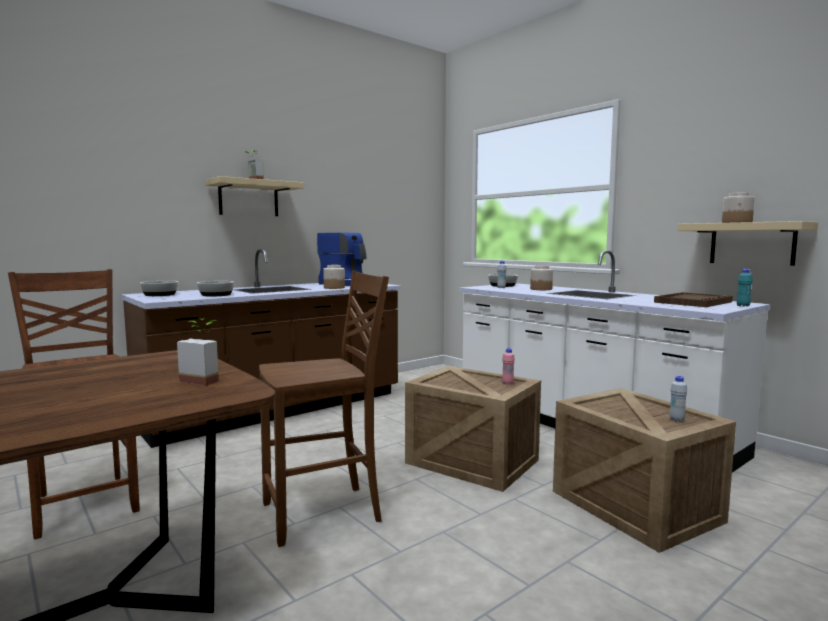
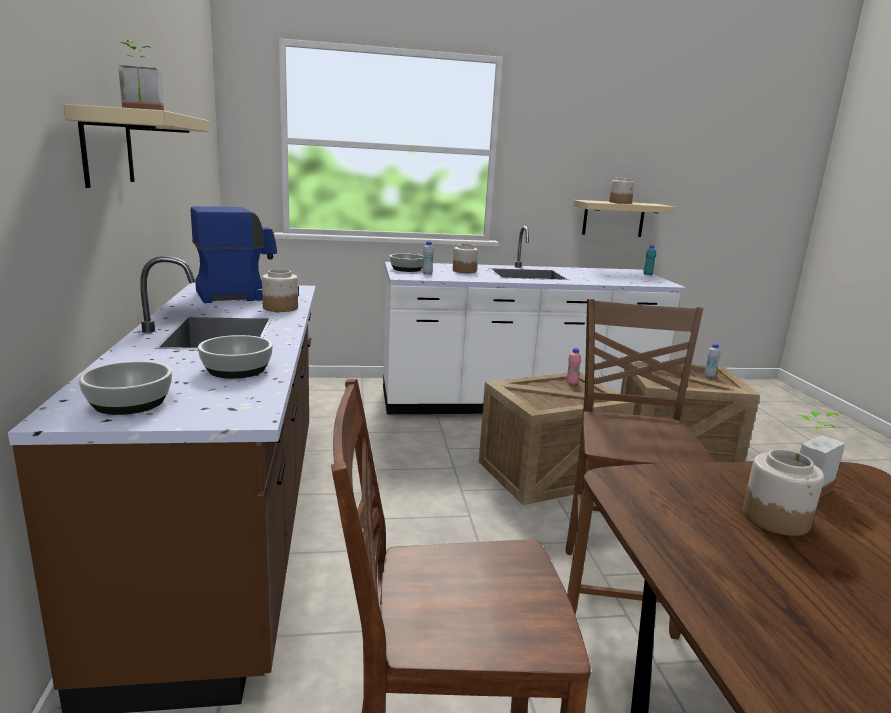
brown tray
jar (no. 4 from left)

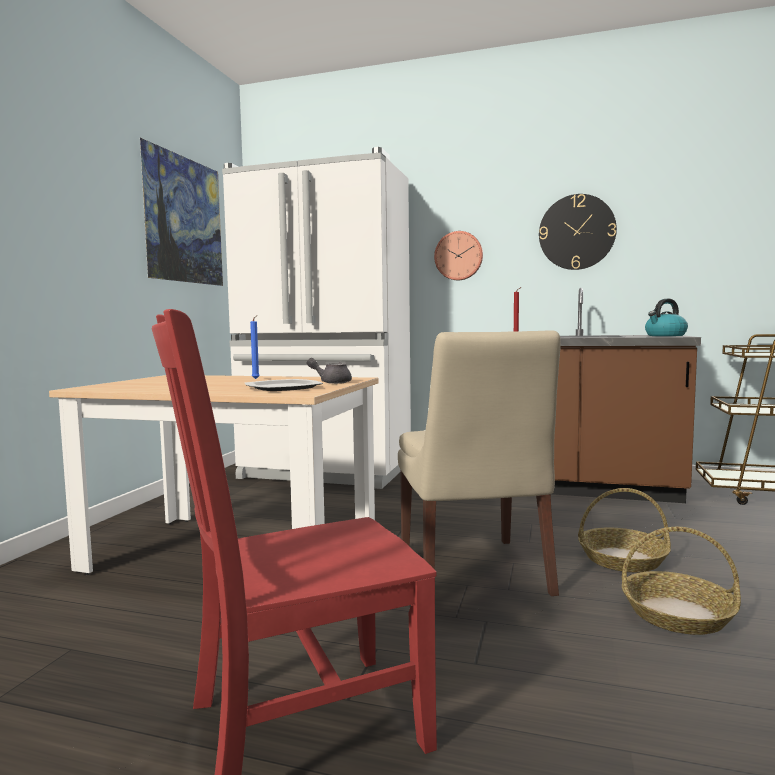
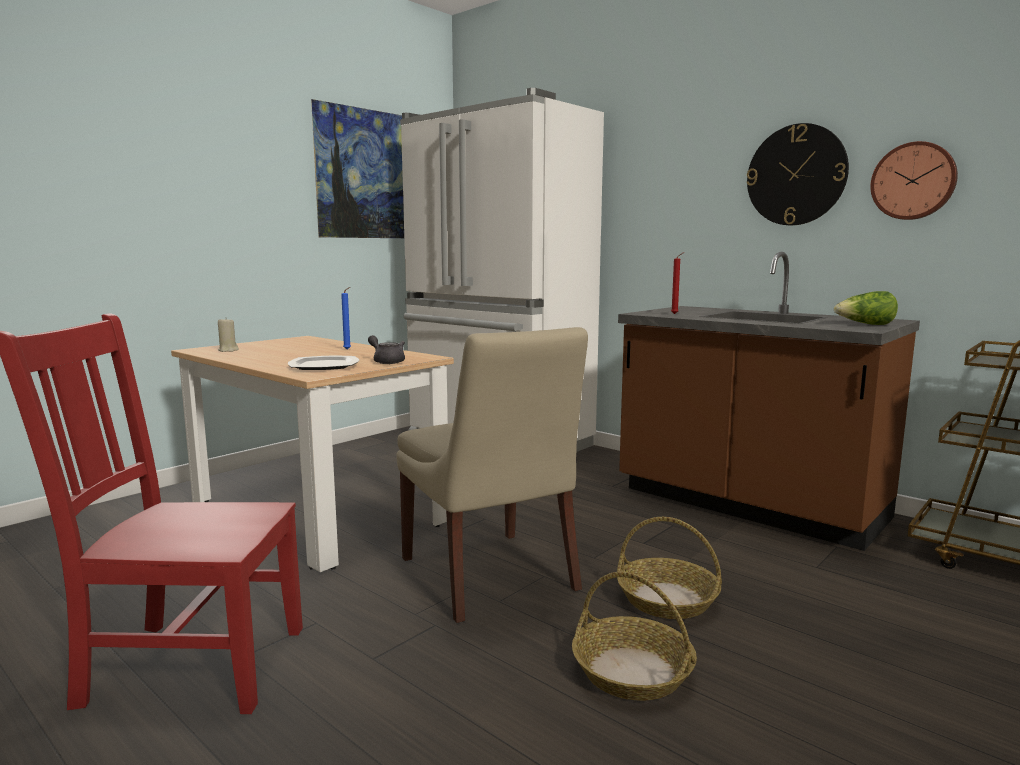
wall clock (no. 2 from left)
lettuce
beige chair
beige candle

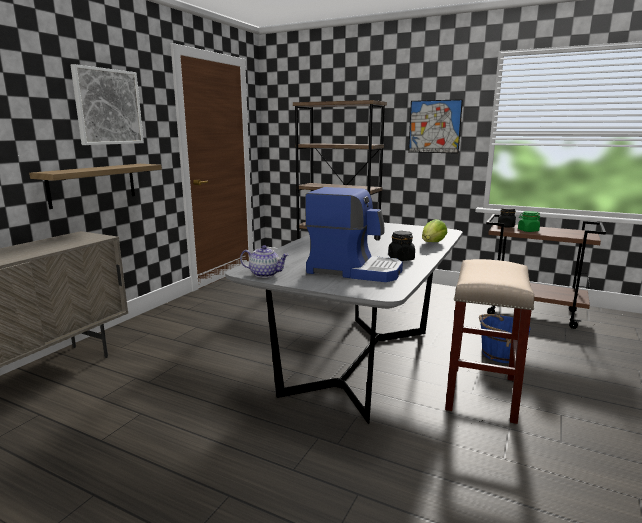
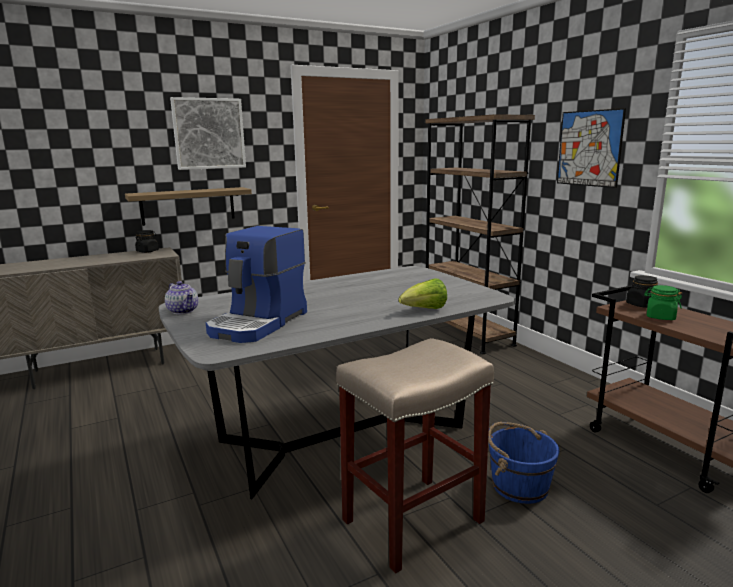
coffee machine
black jar (no. 1 from left)

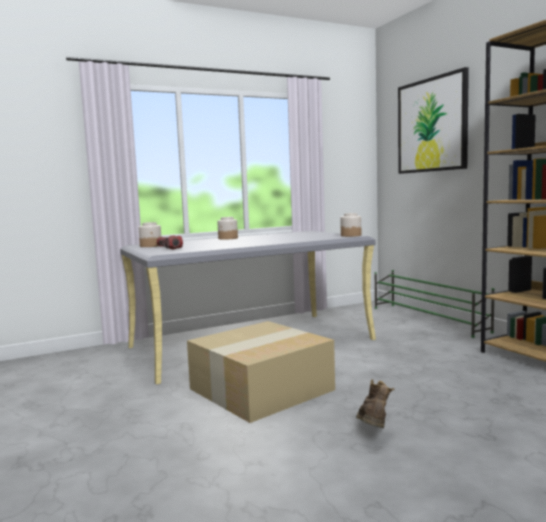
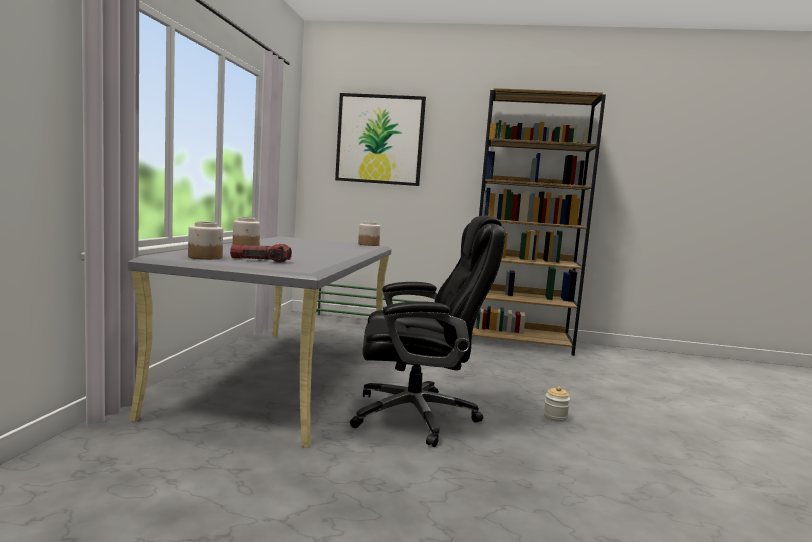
black office chair
jar (no. 4 from left)

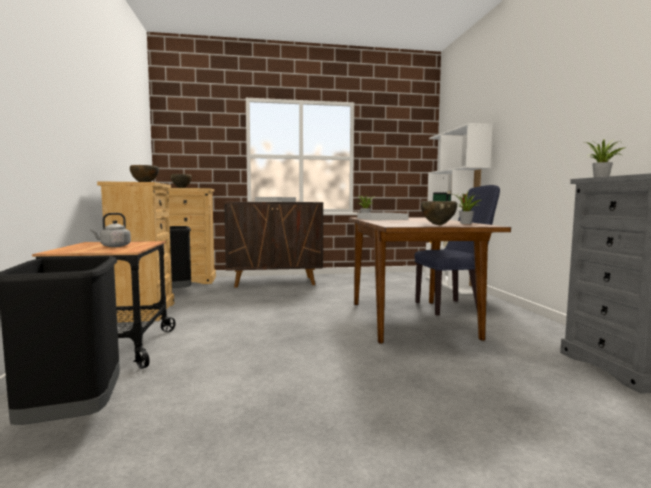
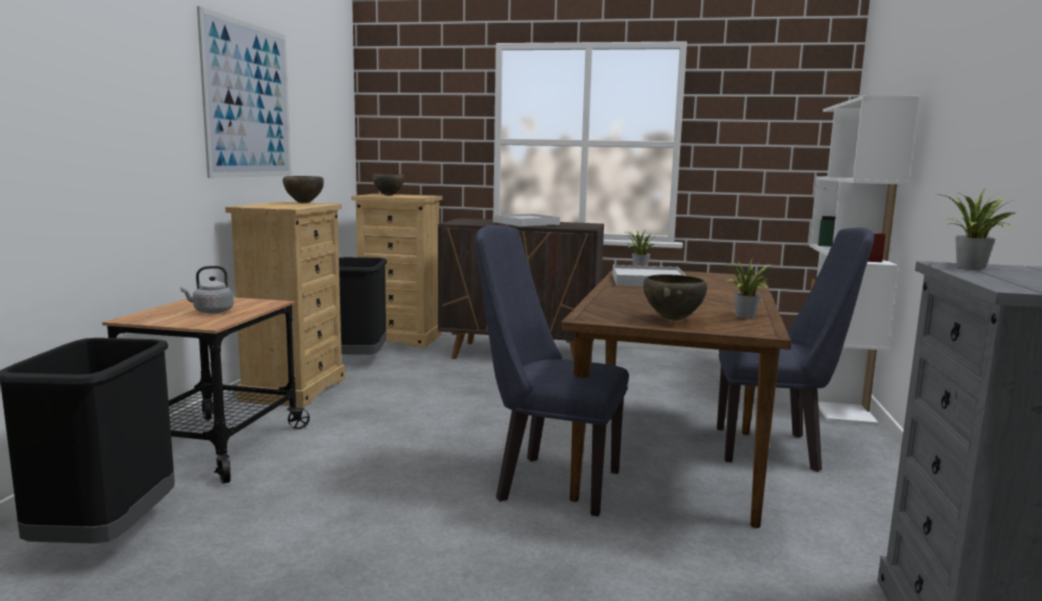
picture
blue chair (no. 1 from left)

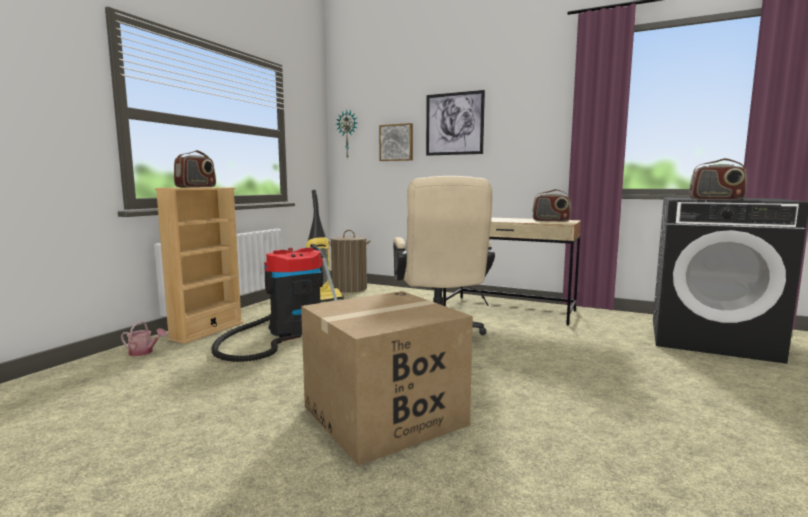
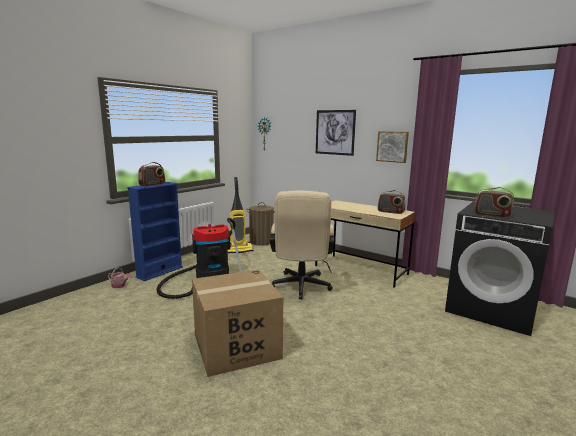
picture (no. 2 from left)
blue bookcase

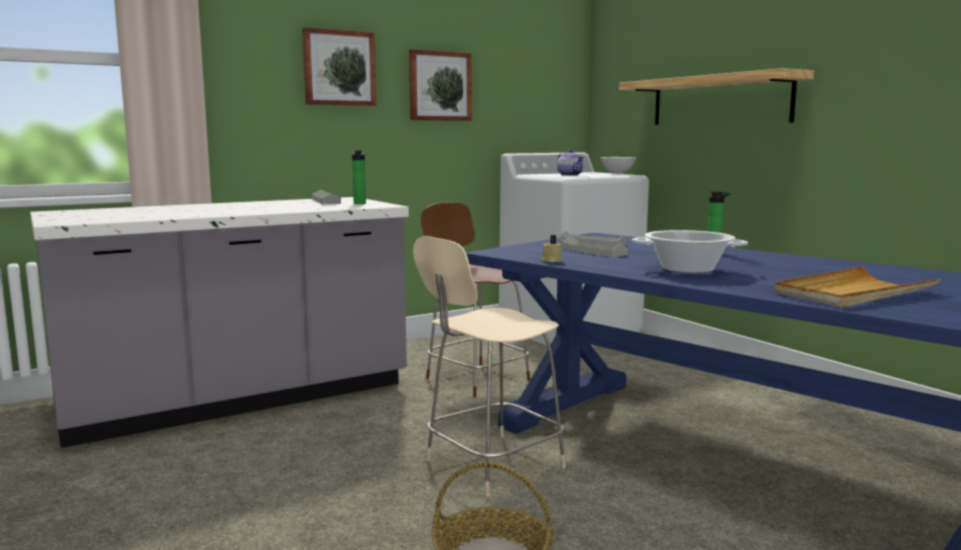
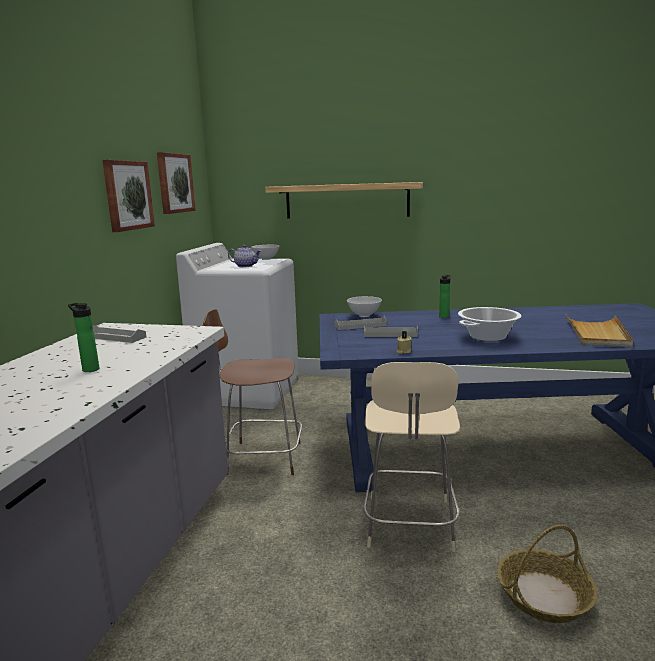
picture (no. 2 from left)
bottle (no. 1 from left)
white bowl (no. 2 from left)

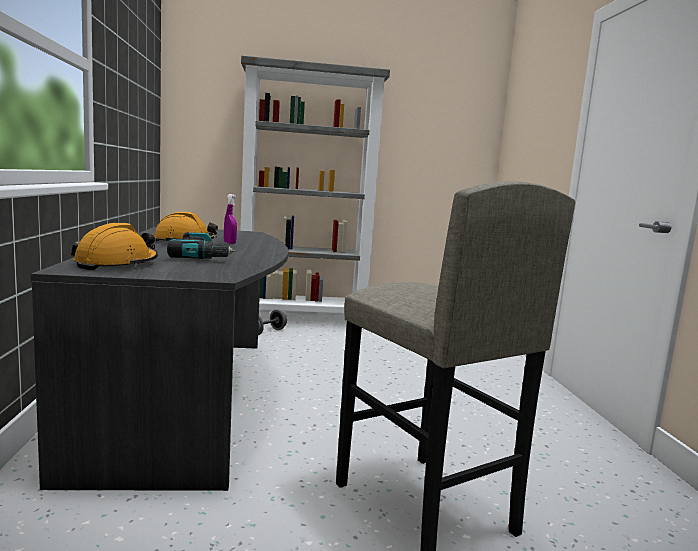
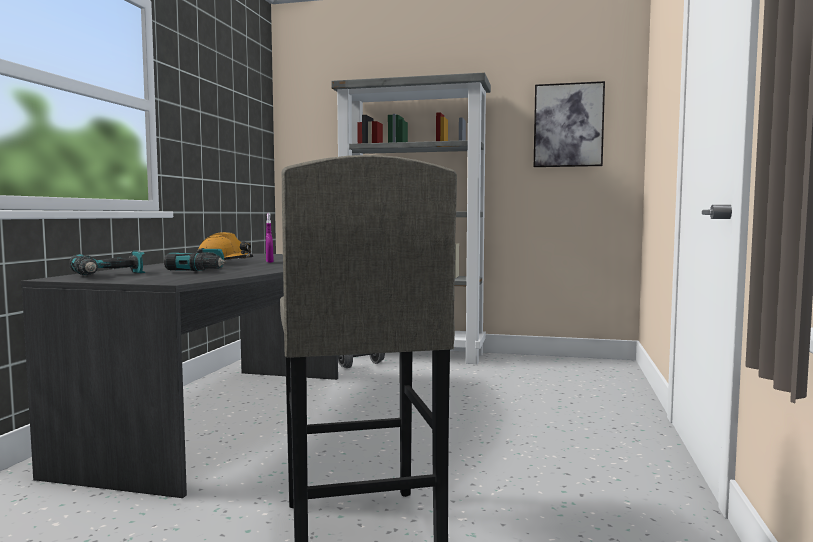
power drill (no. 1 from left)
picture

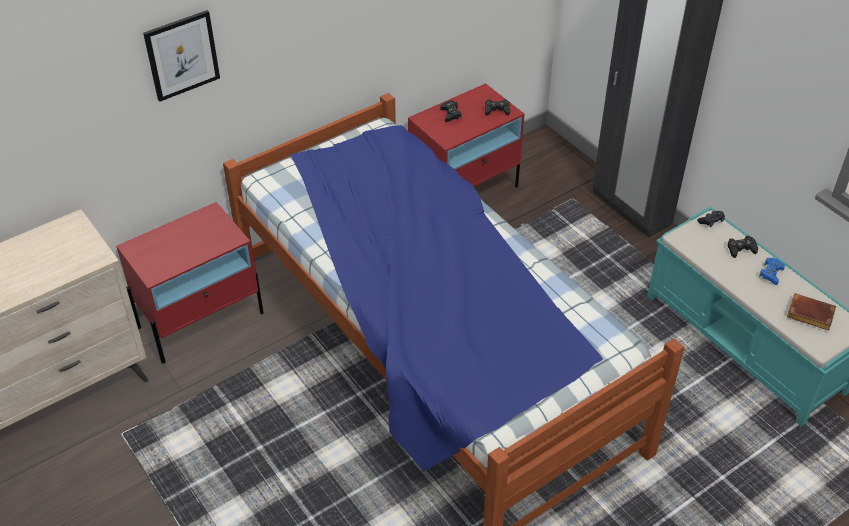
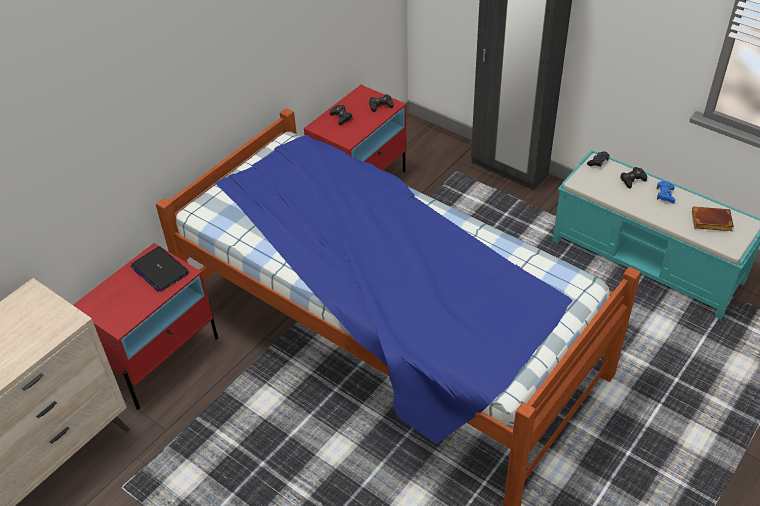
picture
laptop

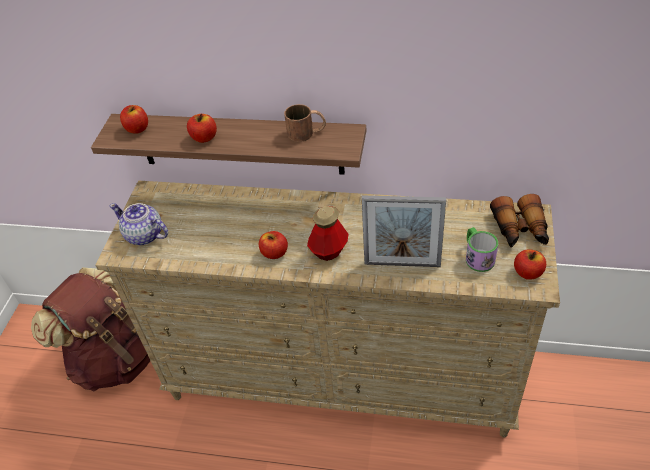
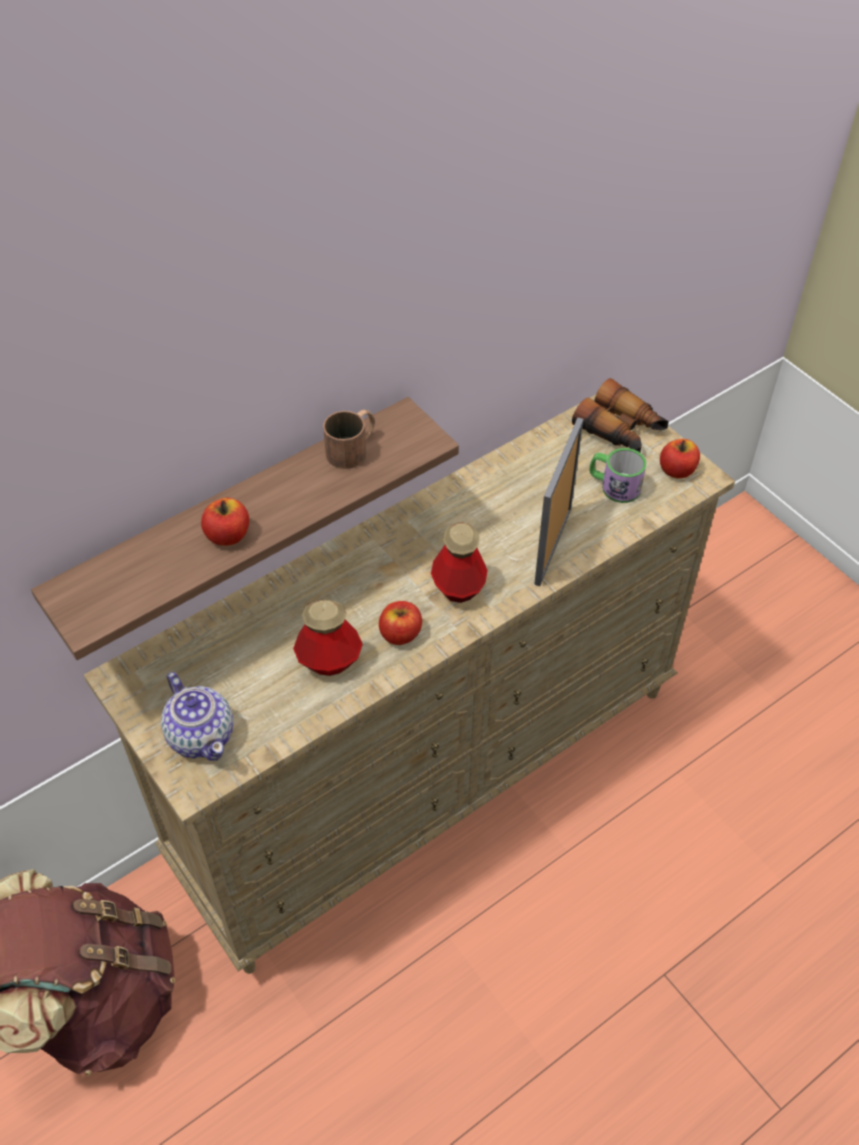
apple (no. 1 from left in the first image)
picture frame
teapot
bottle (no. 1 from left)

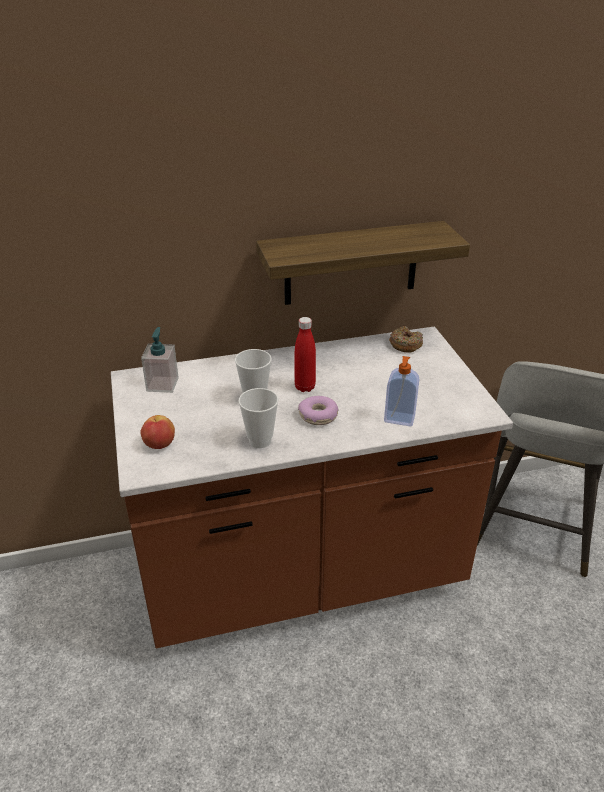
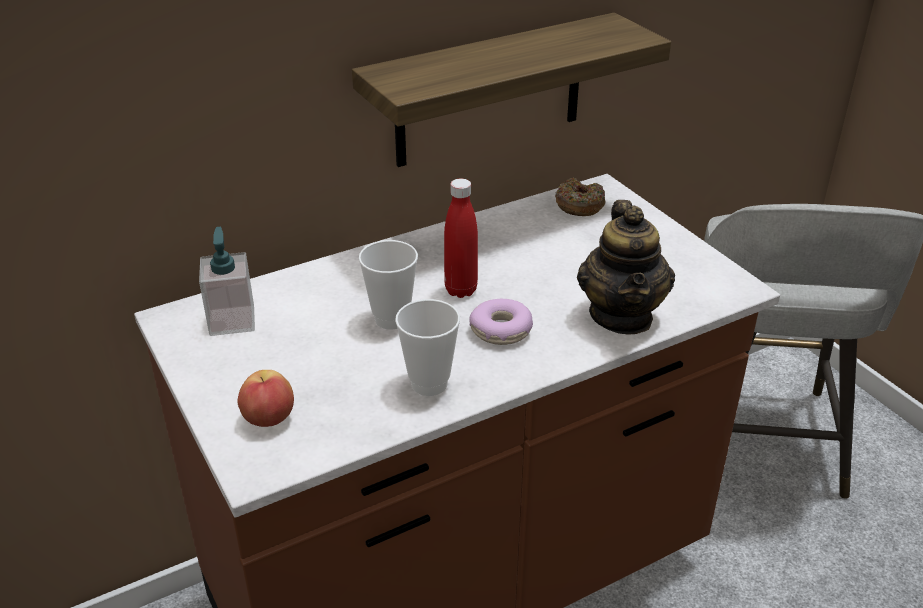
teapot

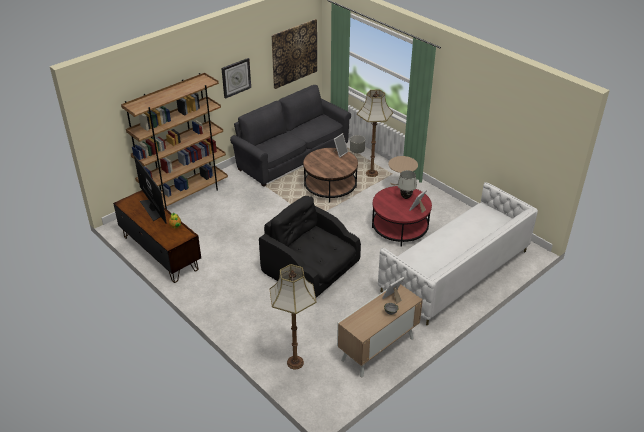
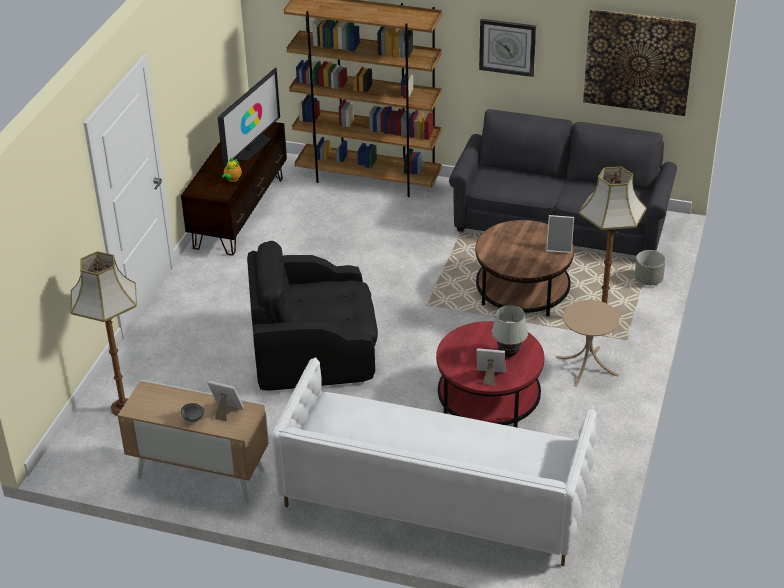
black armchair

